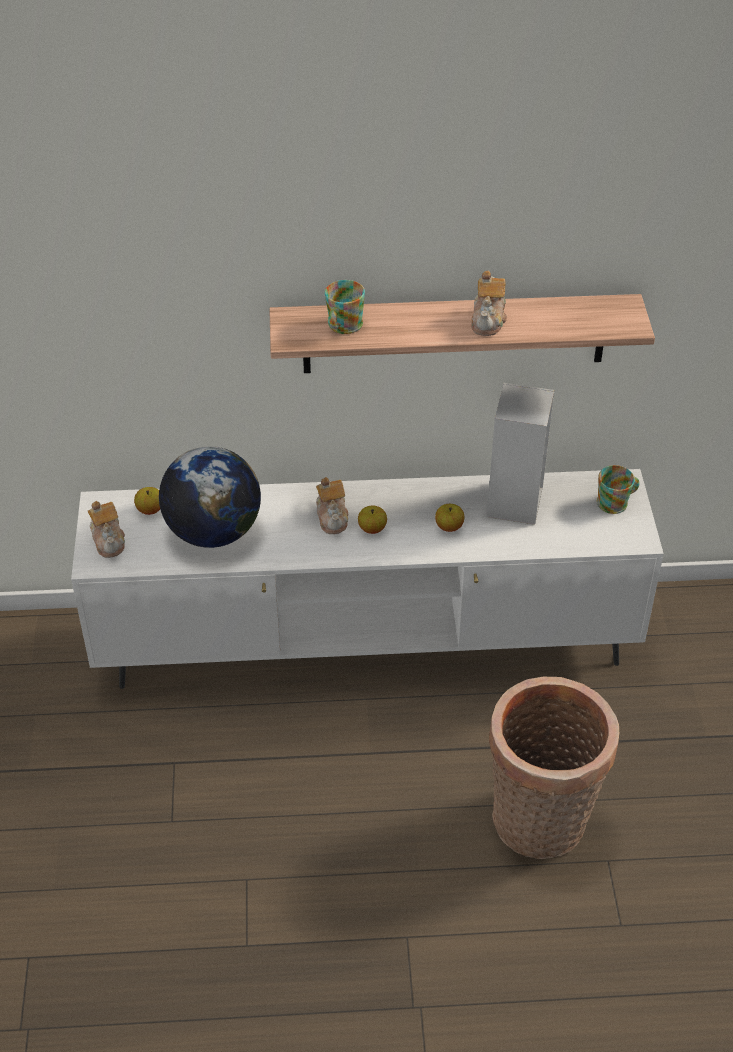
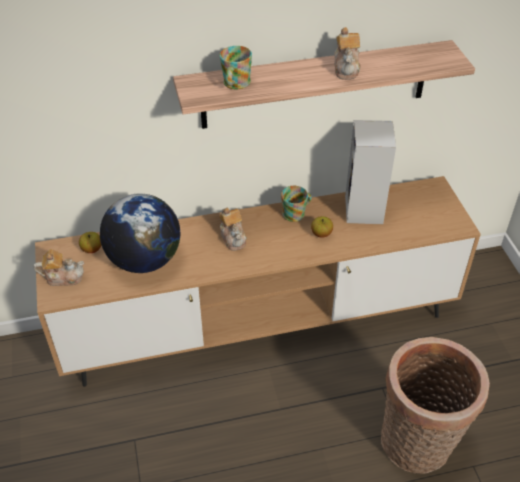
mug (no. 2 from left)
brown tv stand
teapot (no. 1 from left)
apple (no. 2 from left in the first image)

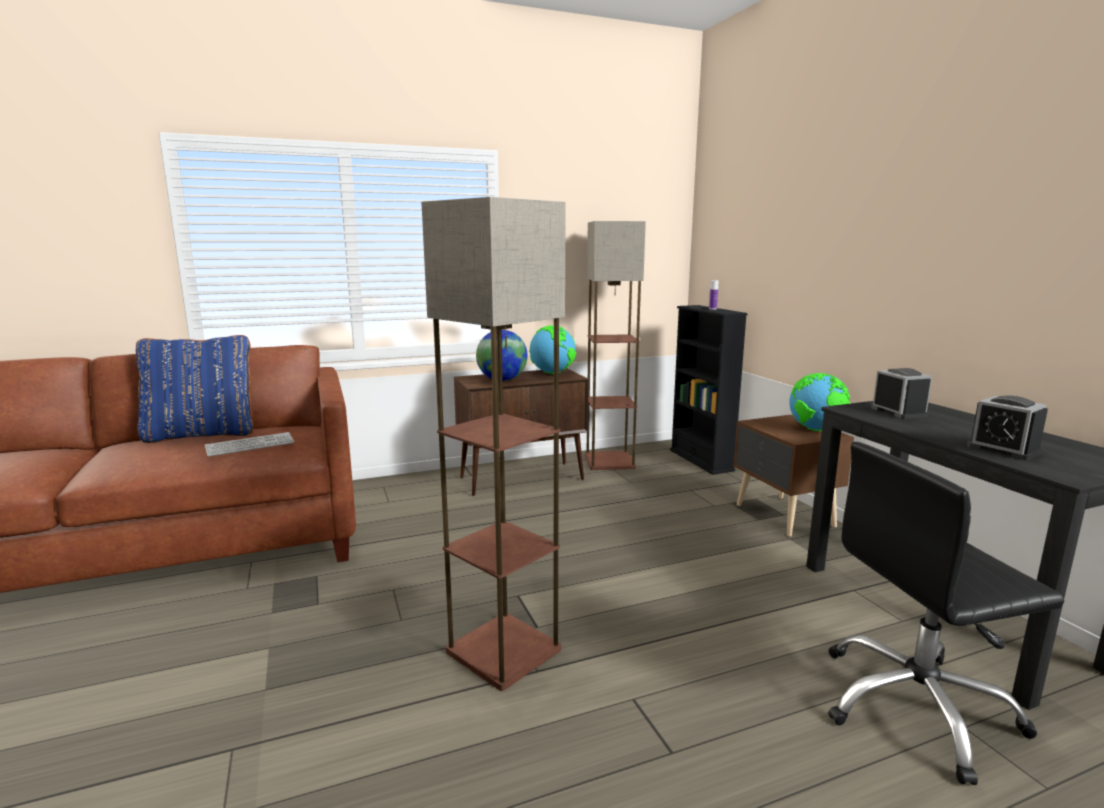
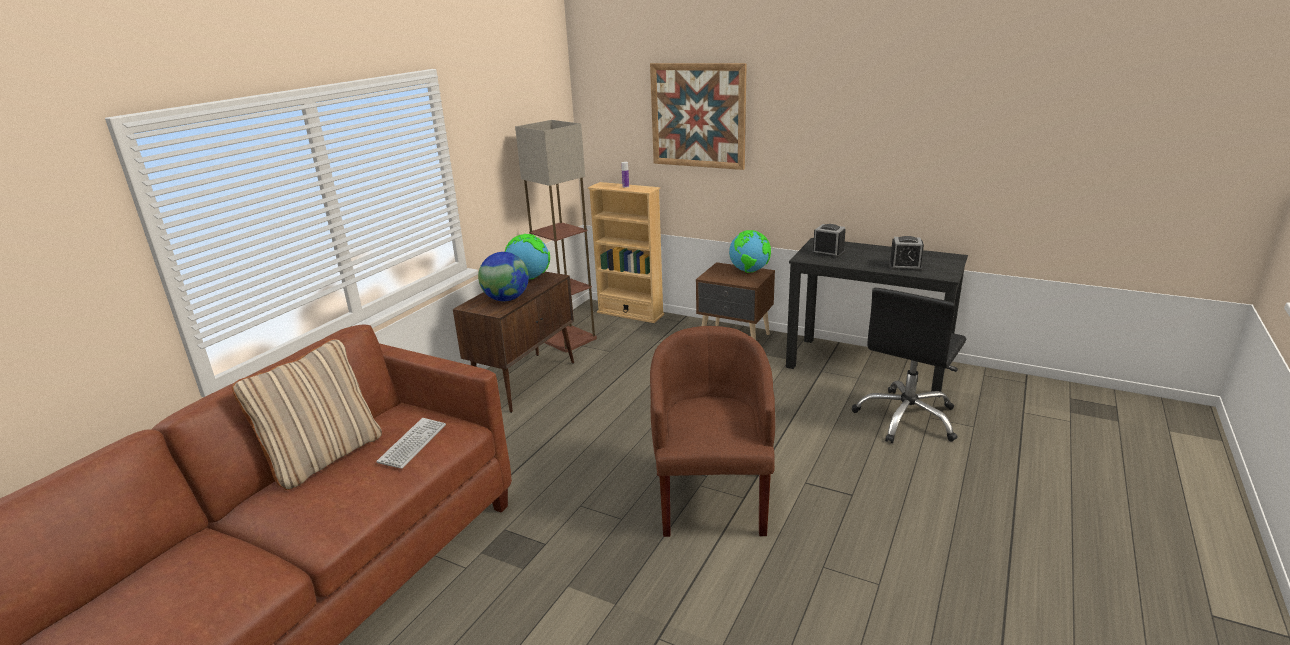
brown armchair
beige bookcase
beige pillow
picture

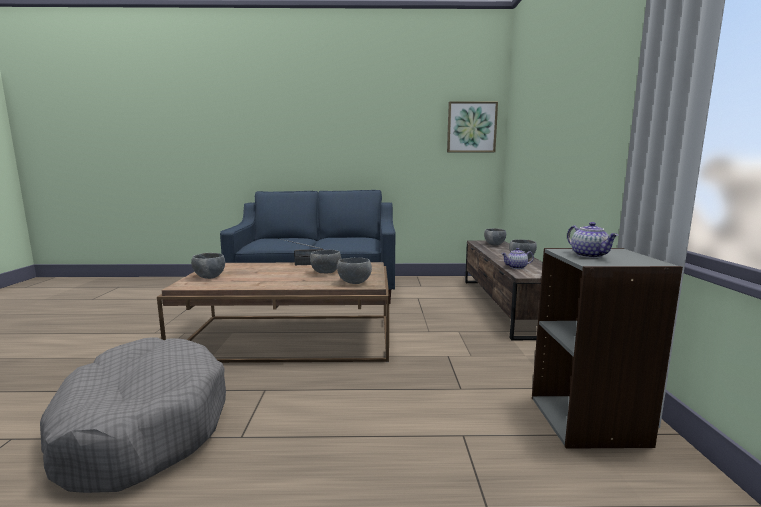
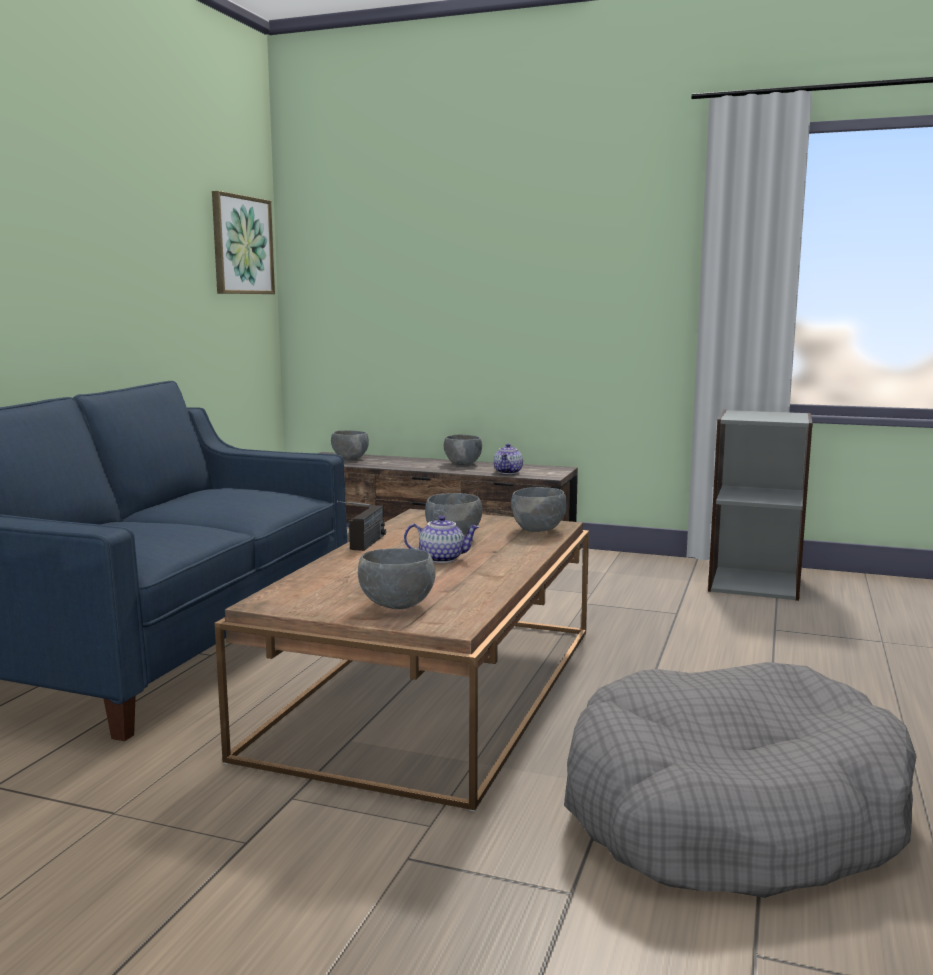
teapot (no. 1 from left)

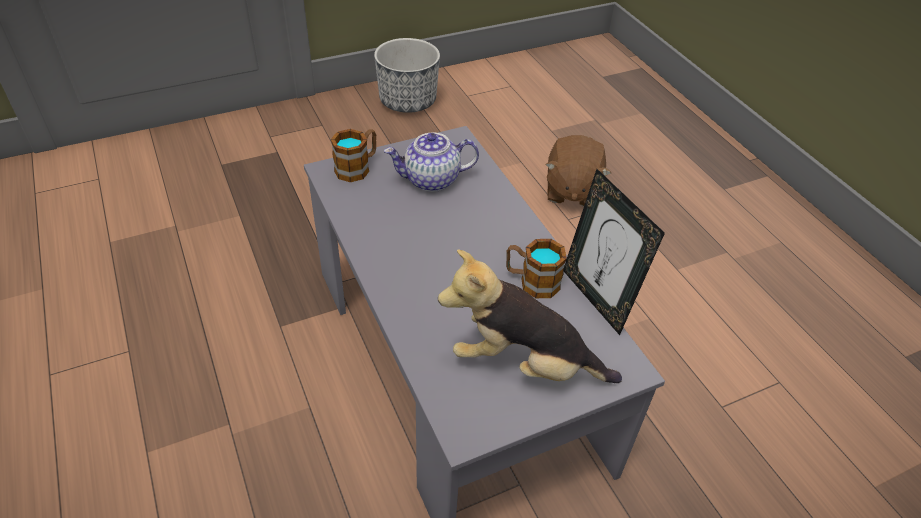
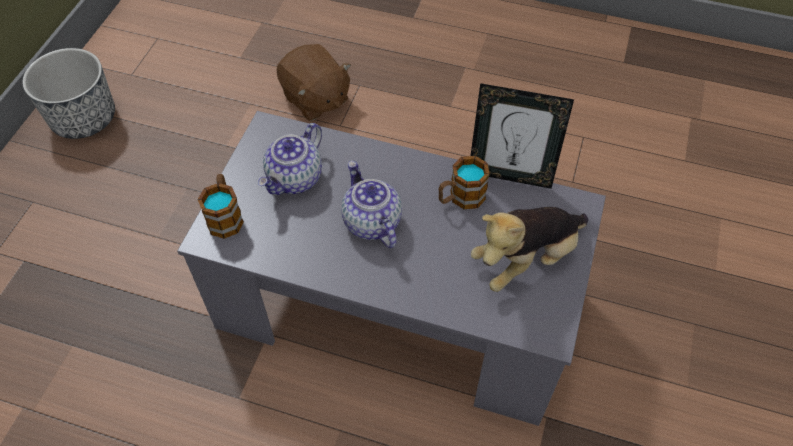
teapot (no. 2 from left)

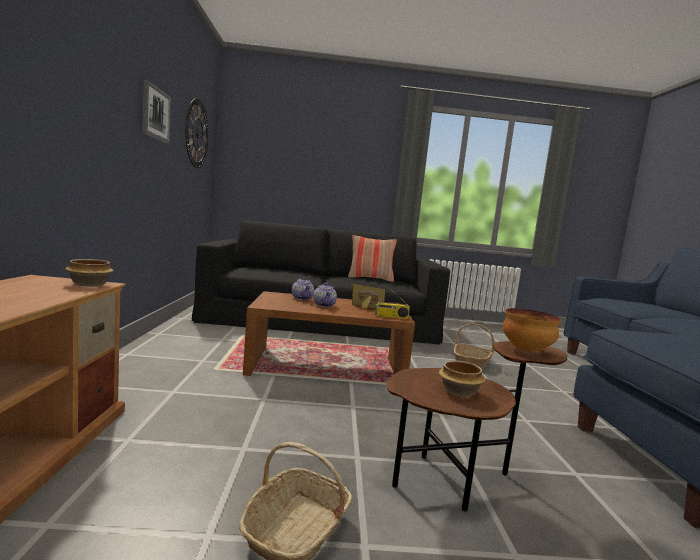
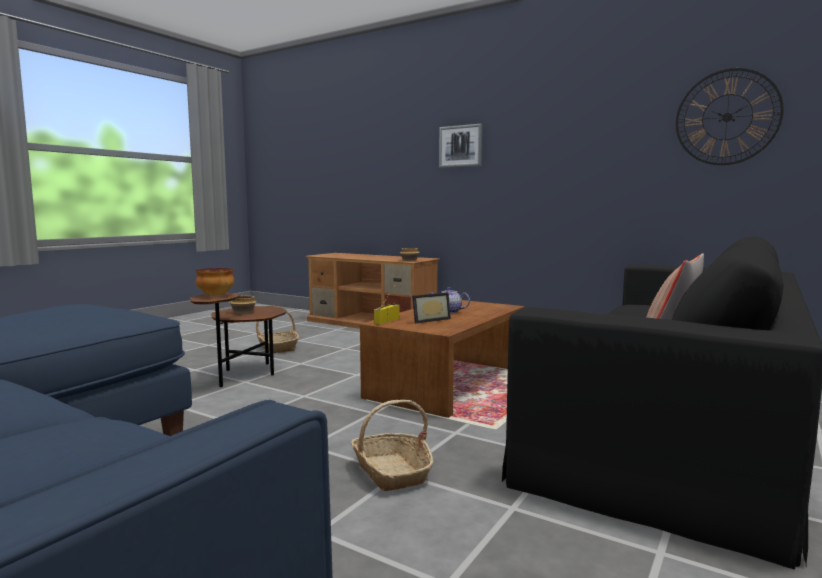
picture
teapot (no. 1 from left in the first image)

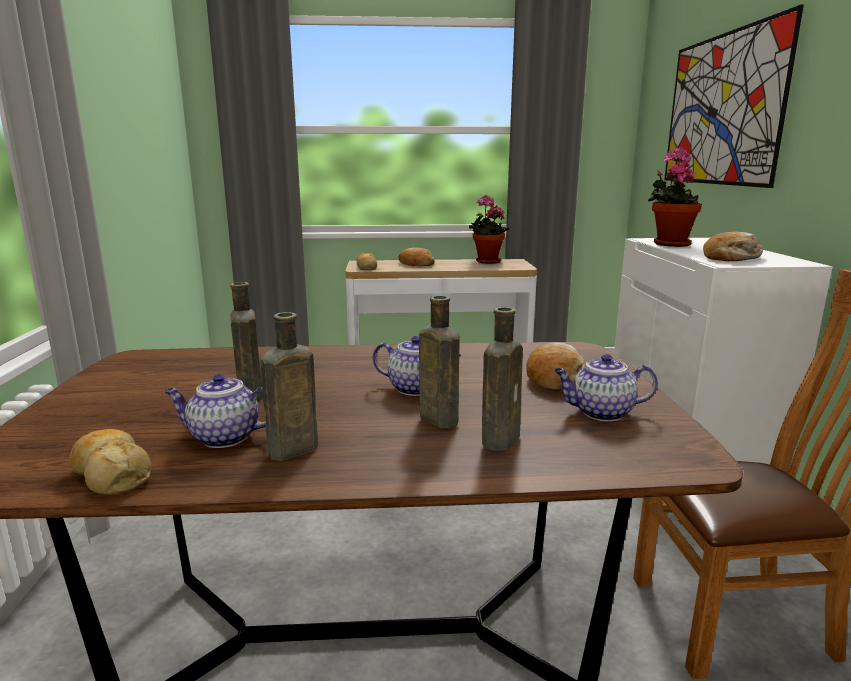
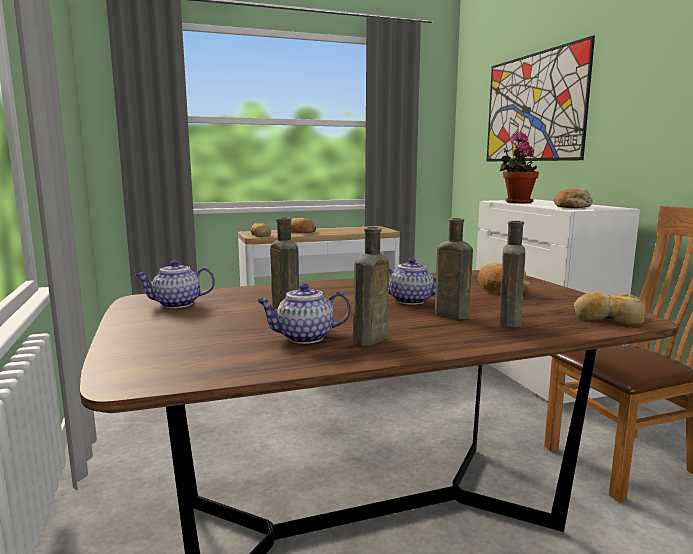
potted plant (no. 1 from left in the first image)
teapot (no. 1 from left)
bread (no. 5 from left)

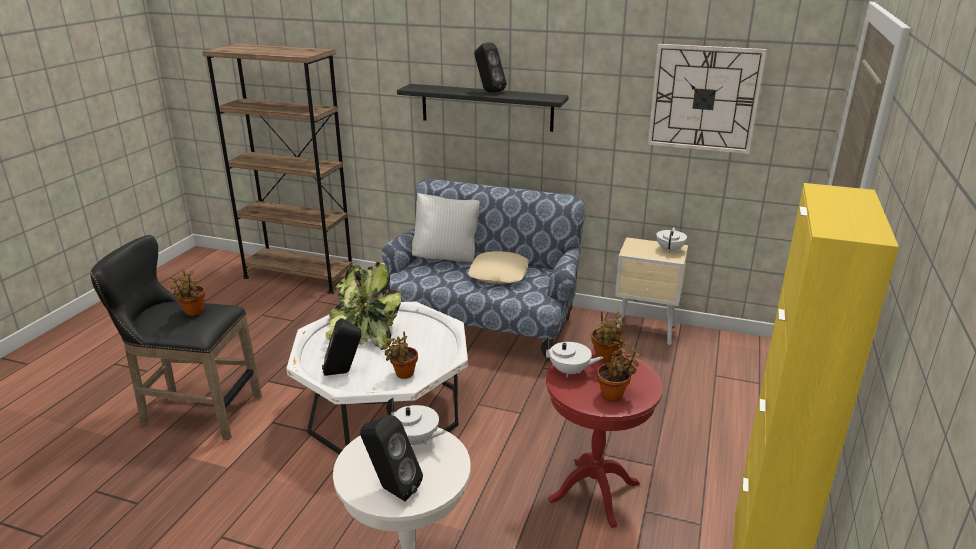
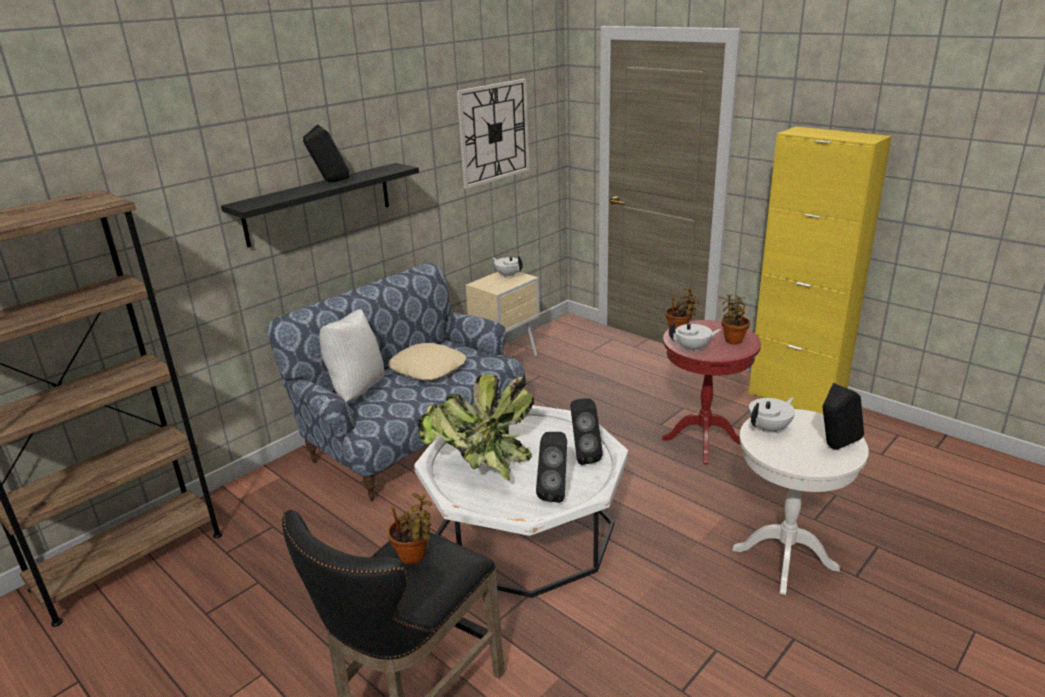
black speaker (no. 3 from left)
white teapot (no. 2 from left)

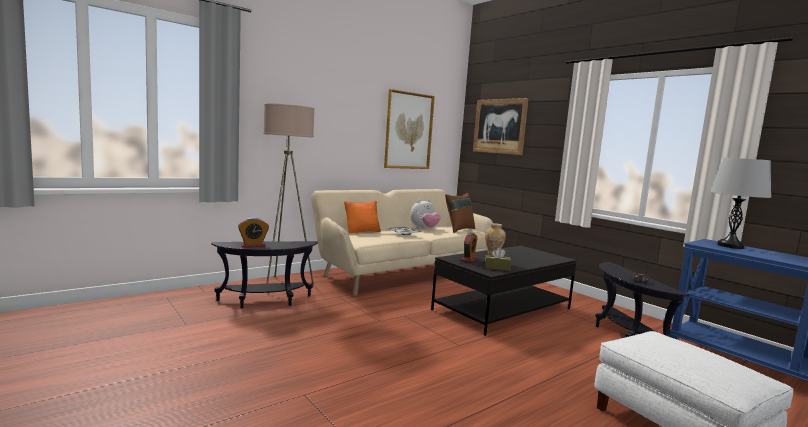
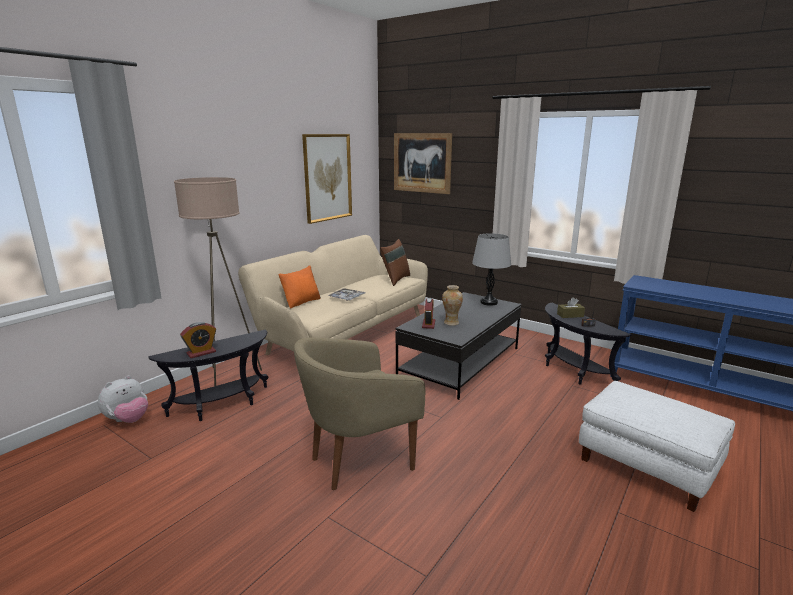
grey table lamp
plush toy
brown tissue box
beige armchair

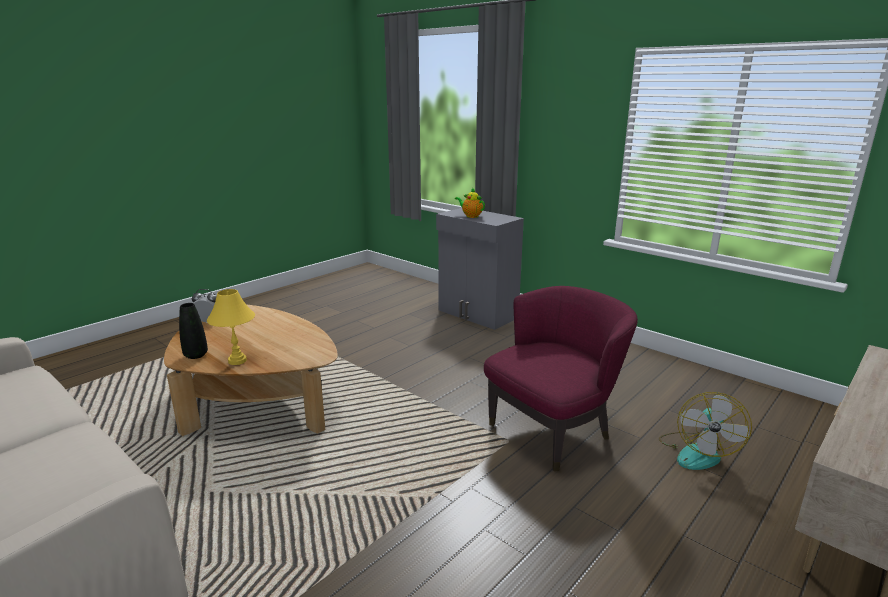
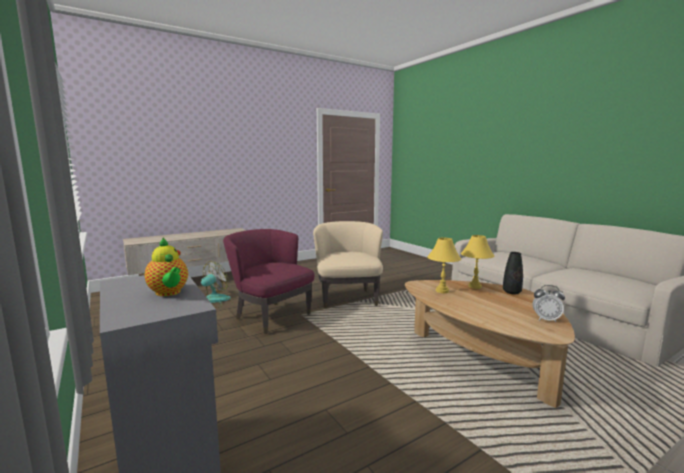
purple armchair
beige armchair
yellow table lamp (no. 1 from left)

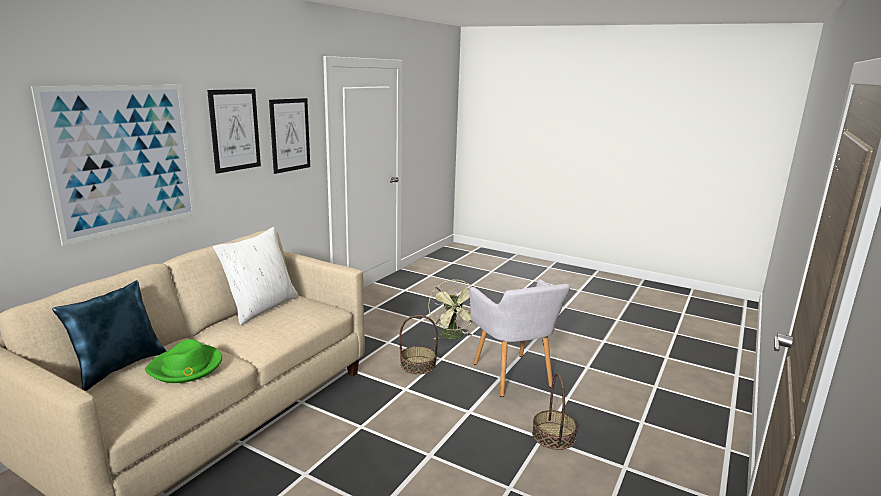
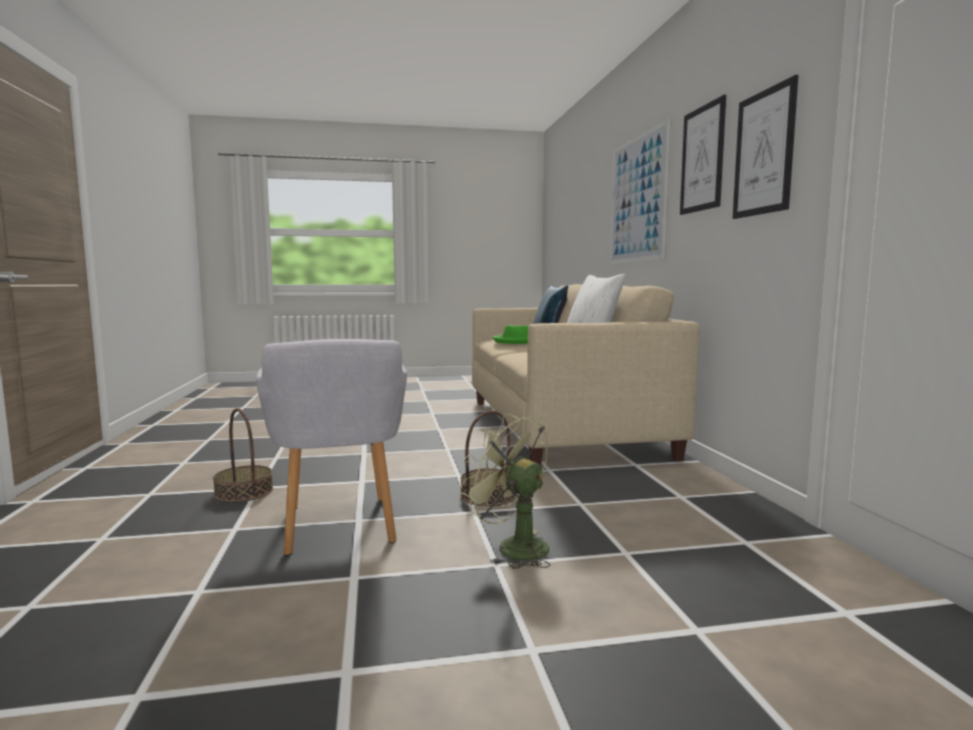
grey armchair

